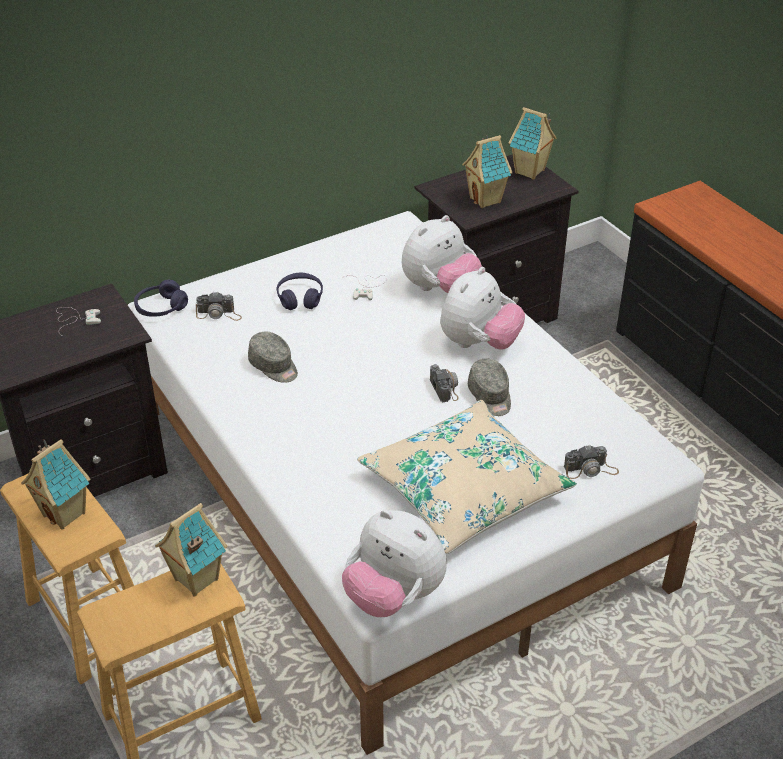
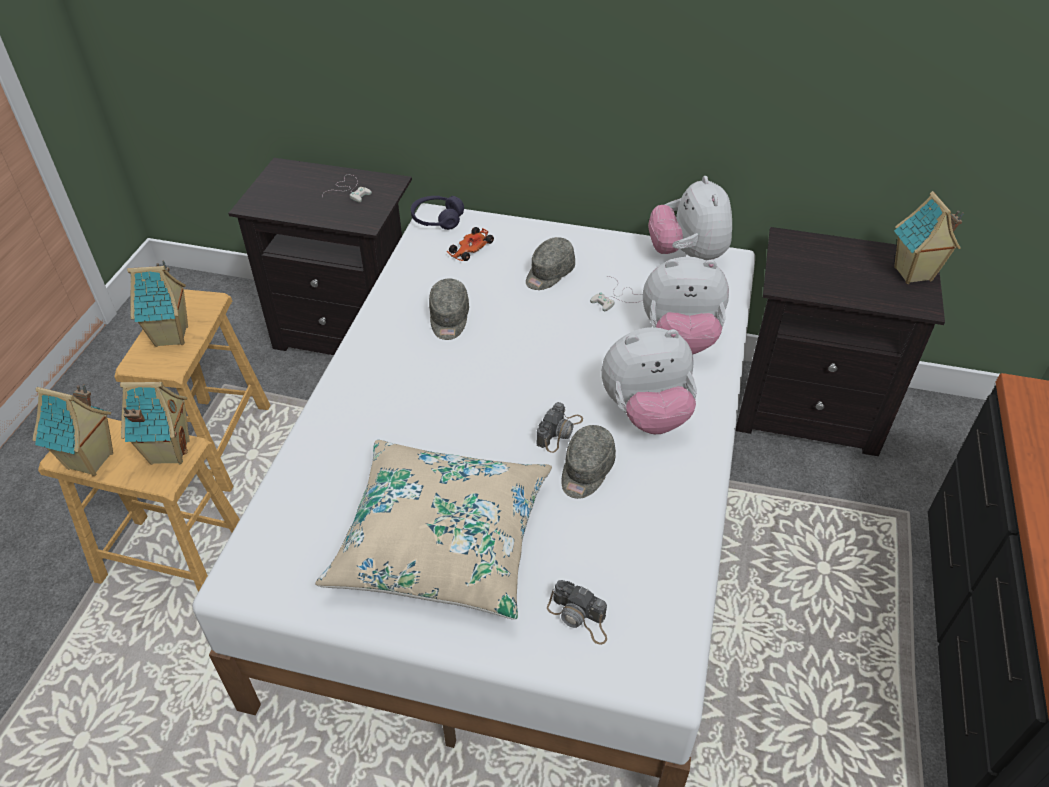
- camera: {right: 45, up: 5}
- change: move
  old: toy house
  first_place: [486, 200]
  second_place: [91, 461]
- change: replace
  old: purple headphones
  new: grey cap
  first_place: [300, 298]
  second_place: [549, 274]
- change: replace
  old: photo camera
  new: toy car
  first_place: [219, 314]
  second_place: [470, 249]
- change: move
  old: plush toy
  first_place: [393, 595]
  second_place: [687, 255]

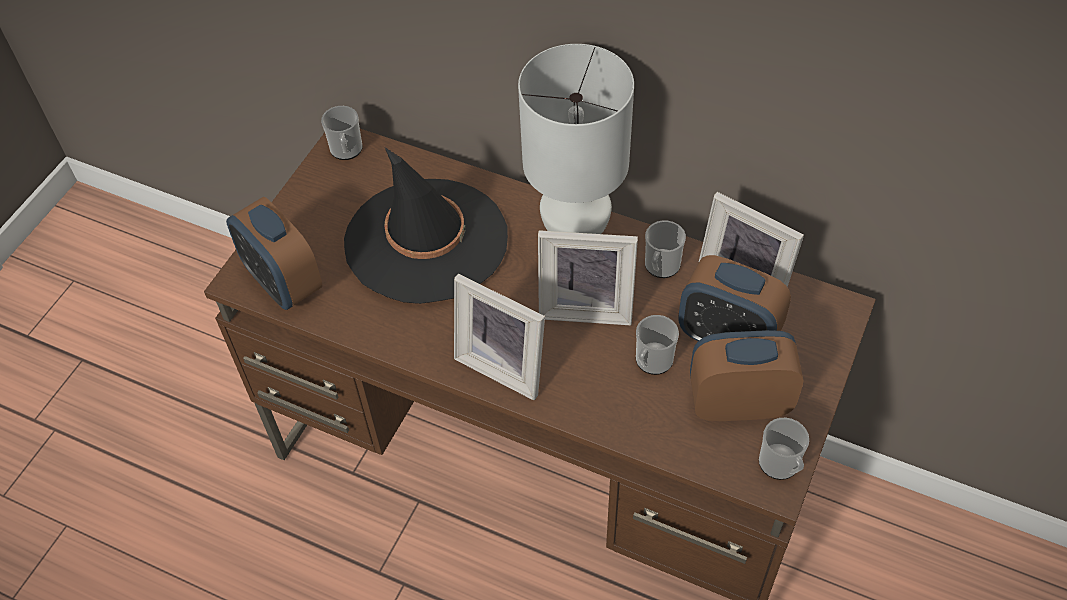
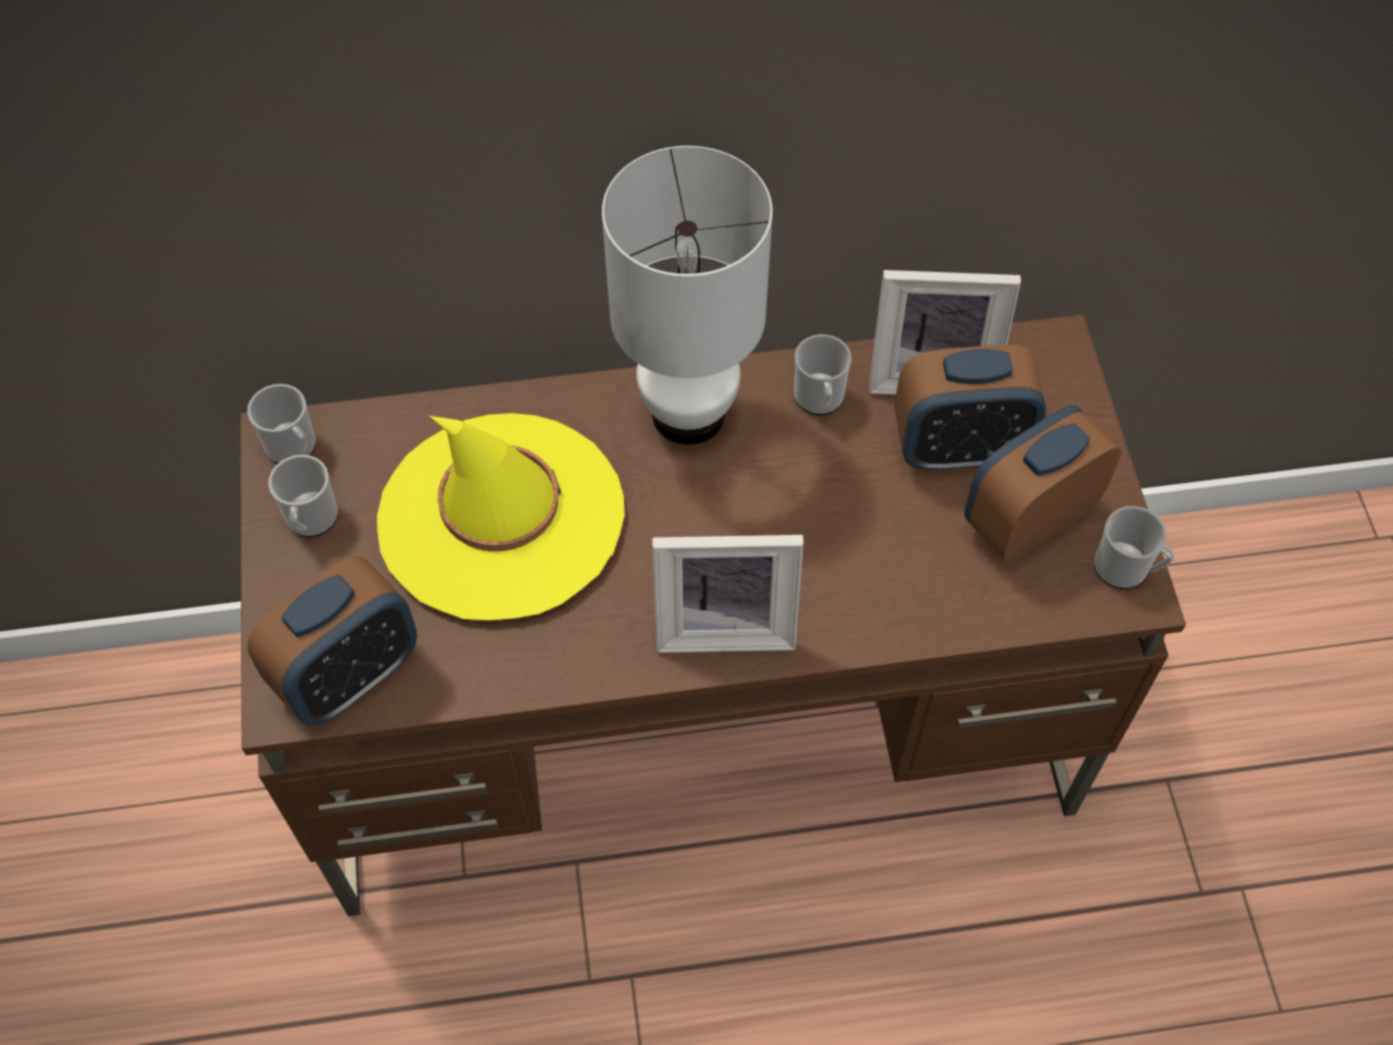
- camera: {right: -35, up: 5}
- change: recolor
  old: black hat
  new: yellow hat
  first_place: [426, 240]
  second_place: [501, 516]
- change: rotate
  old: alarm clock
  first_place: [283, 282]
  second_place: [349, 675]
  degrees: -60
- change: delete
  old: picture frame
  first_place: [586, 305]
- change: move
  old: mug
  first_place: [651, 362]
  second_place: [311, 521]

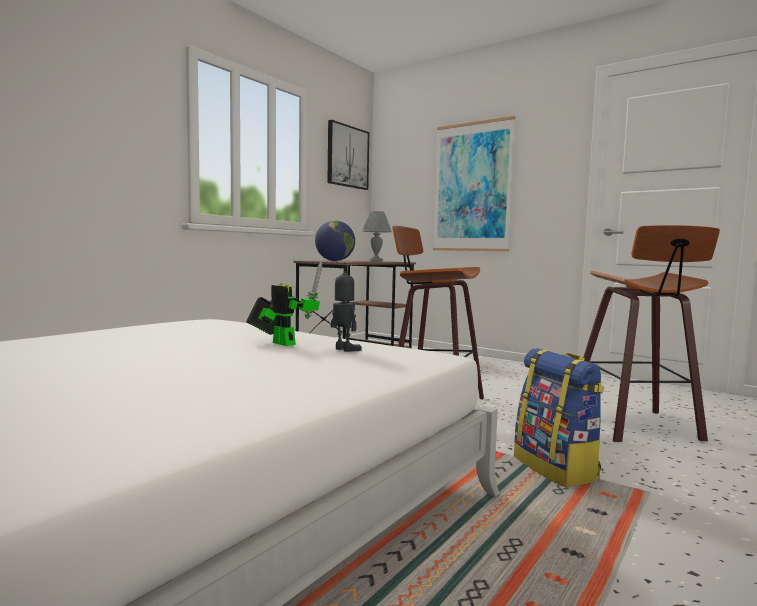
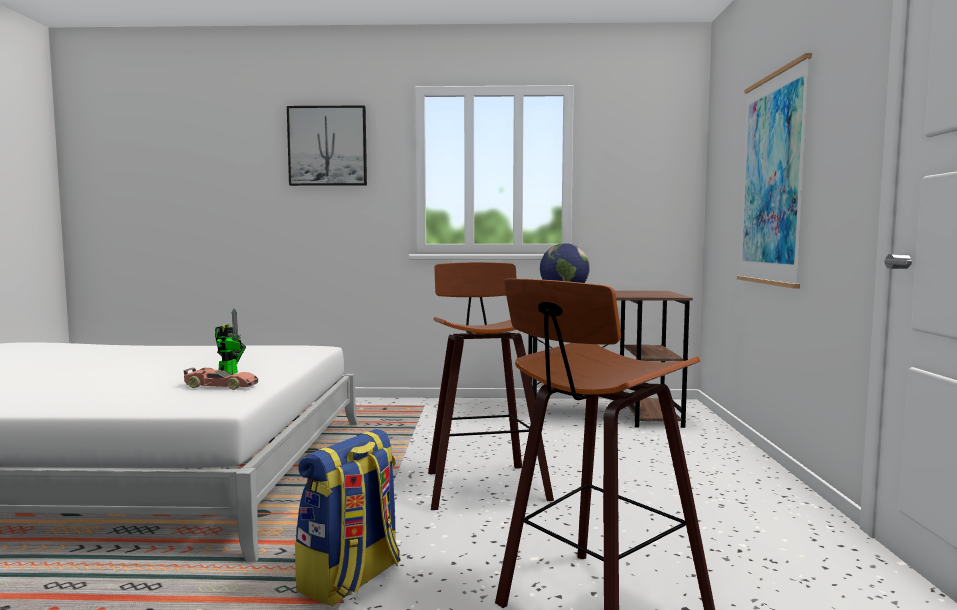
- camera: {right: 55, up: 0}
- change: move
  old: picture
  first_place: [347, 156]
  second_place: [327, 146]
- change: delete
  old: grey table lamp
  first_place: [376, 261]
- change: replace
  old: toy robot
  new: toy car
  first_place: [344, 349]
  second_place: [220, 386]

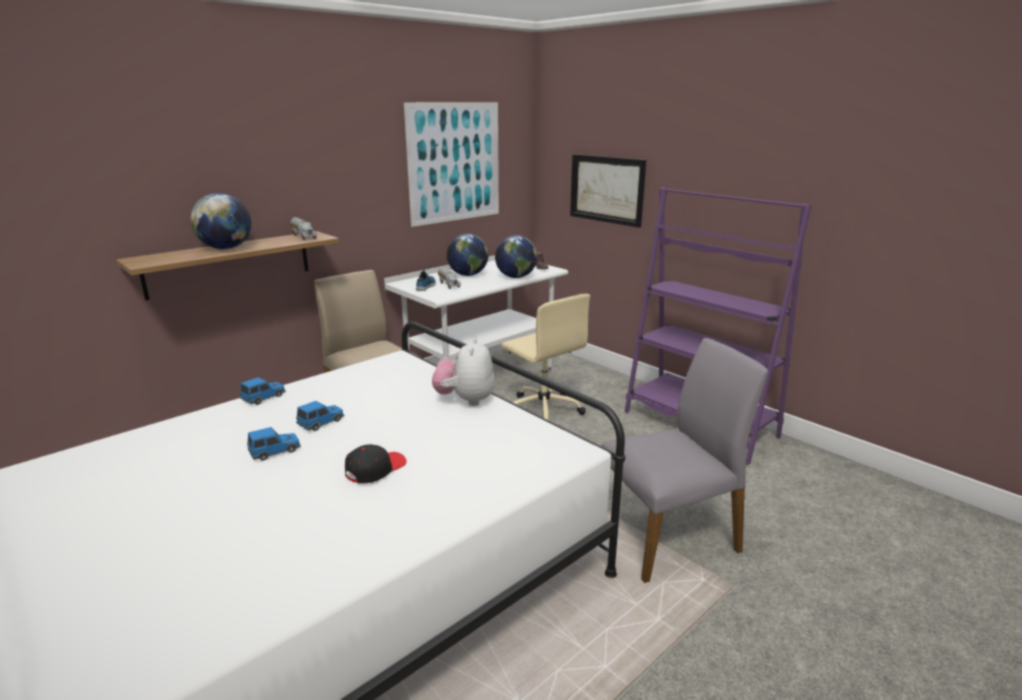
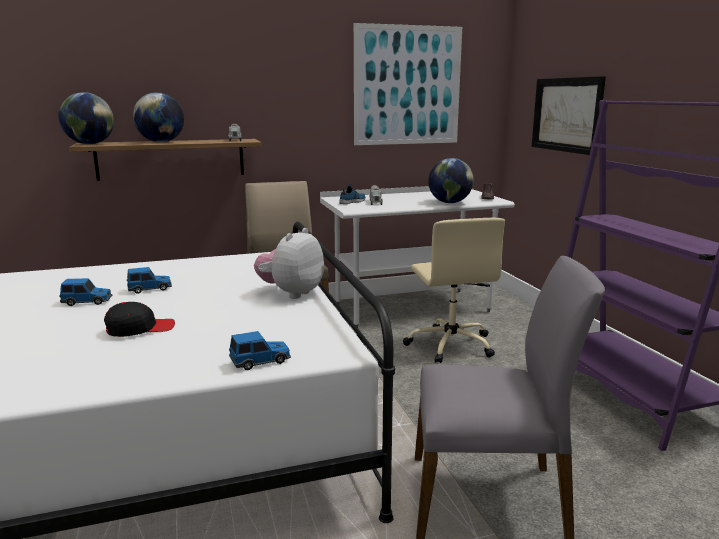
- camera: {right: 25, up: -5}
- change: move
  old: globe
  first_place: [468, 275]
  second_place: [90, 144]
- change: move
  old: toy car
  first_place: [264, 398]
  second_place: [260, 361]

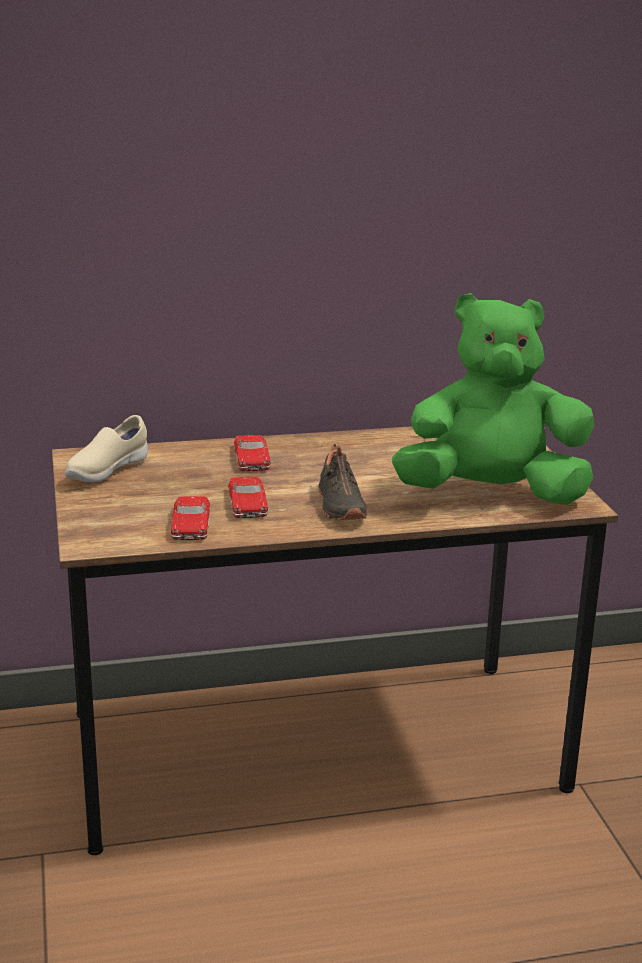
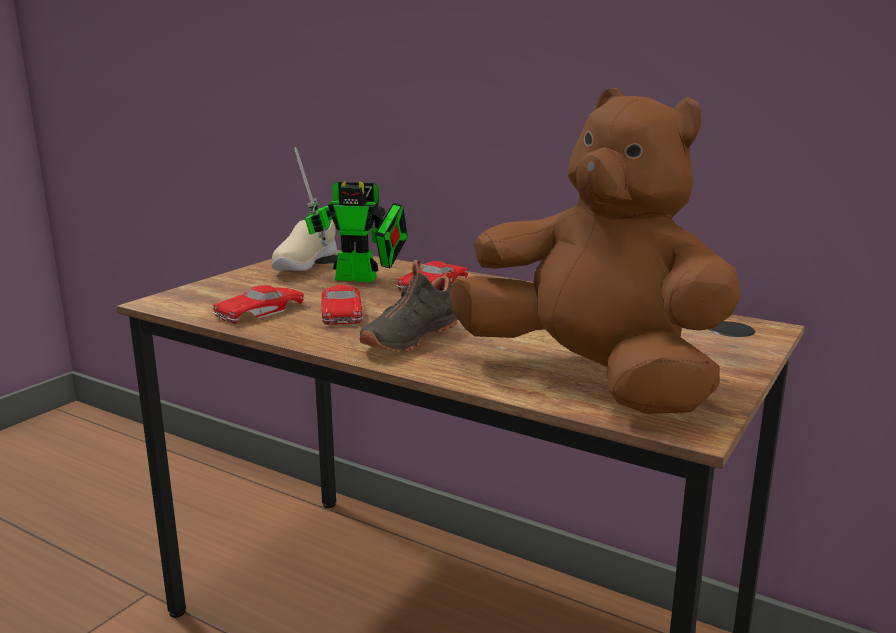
- camera: {right: 45, up: -5}
- change: recolor
  old: green plush toy
  new: brown plush toy
  first_place: [491, 494]
  second_place: [592, 378]
- change: rotate
  old: beige shoe
  first_place: [106, 471]
  second_place: [304, 264]
  degrees: -60
- change: rotate
  old: red toy car
  first_place: [247, 502]
  second_place: [341, 311]
  degrees: -45
- change: insert
  new: toy robot
  second_place: [362, 279]

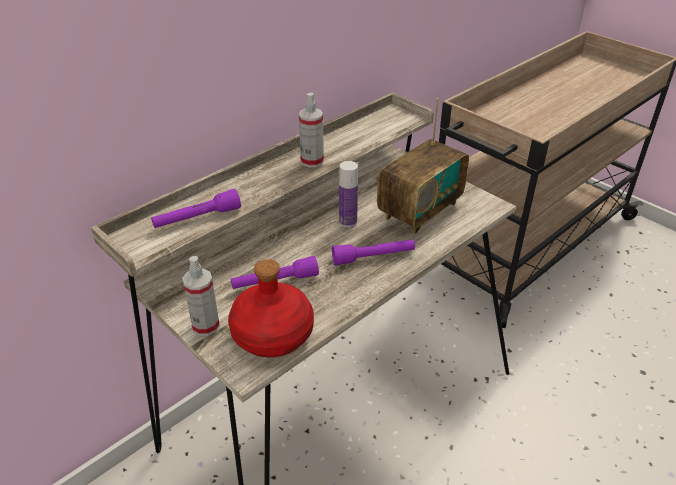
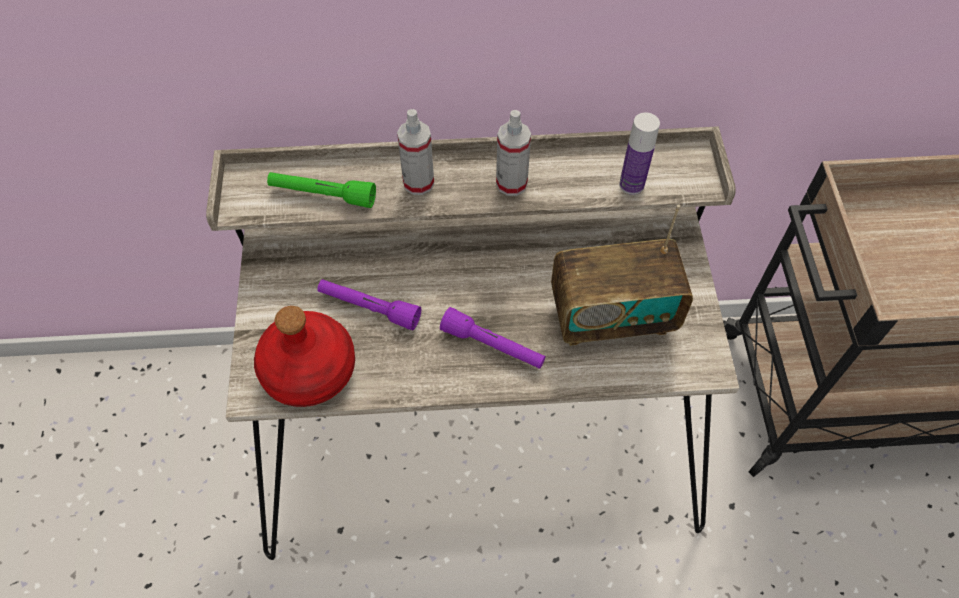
- camera: {right: 40, up: 20}
- change: move
  old: bottle
  first_place: [348, 221]
  second_place: [631, 185]
- change: recolor
  old: purple flashlight
  new: green flashlight
  first_place: [197, 218]
  second_place: [322, 195]
- change: move
  old: spray bottle
  first_place: [205, 326]
  second_place: [418, 183]

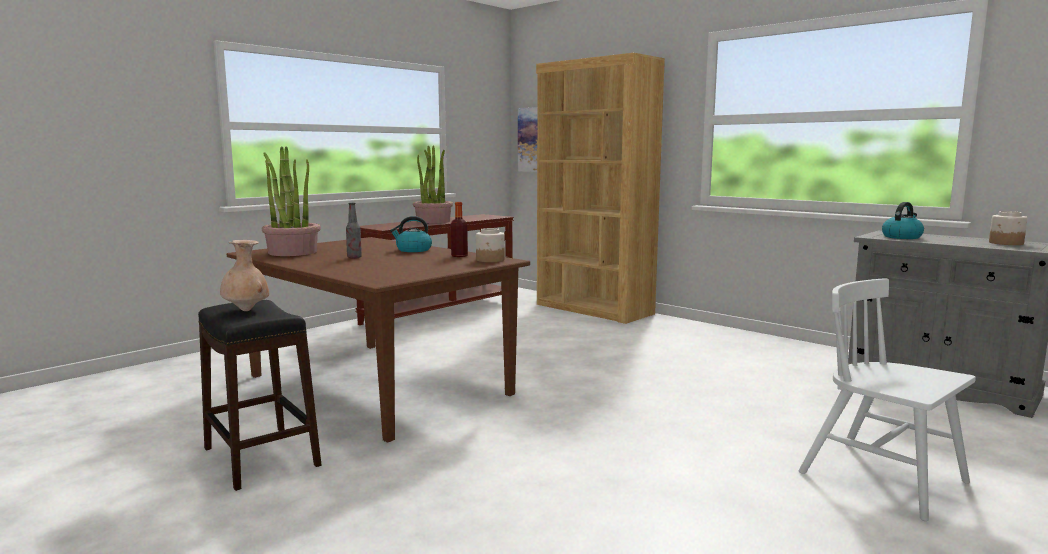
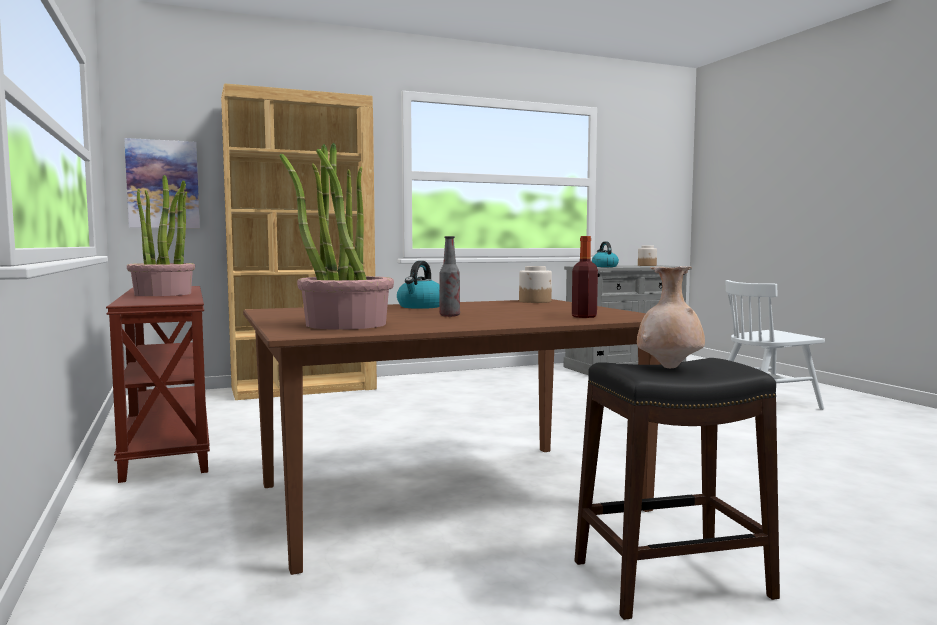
- camera: {right: -65, up: -5}
- change: move
  old: bottle
  first_place: [459, 256]
  second_place: [584, 316]

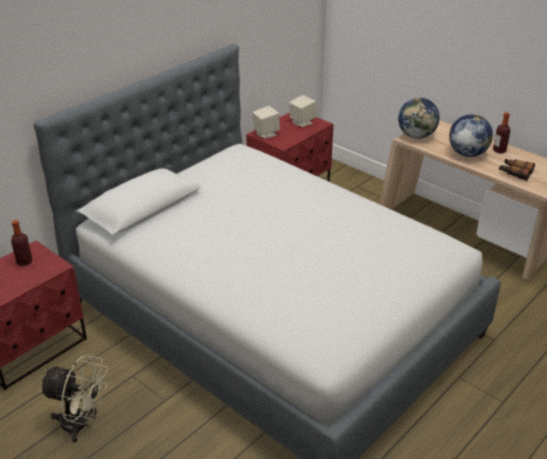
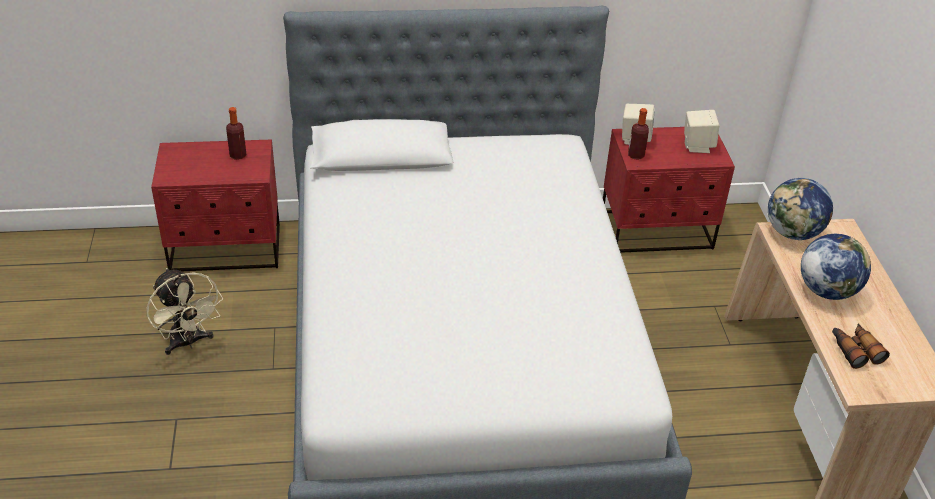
- camera: {right: 40, up: 5}
- change: move
  old: bottle
  first_place: [499, 151]
  second_place: [636, 155]

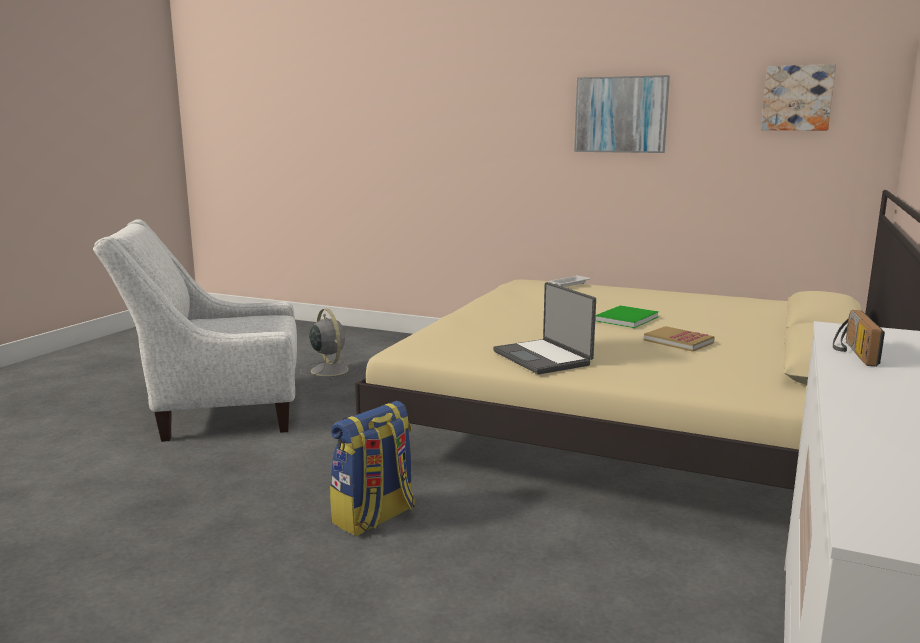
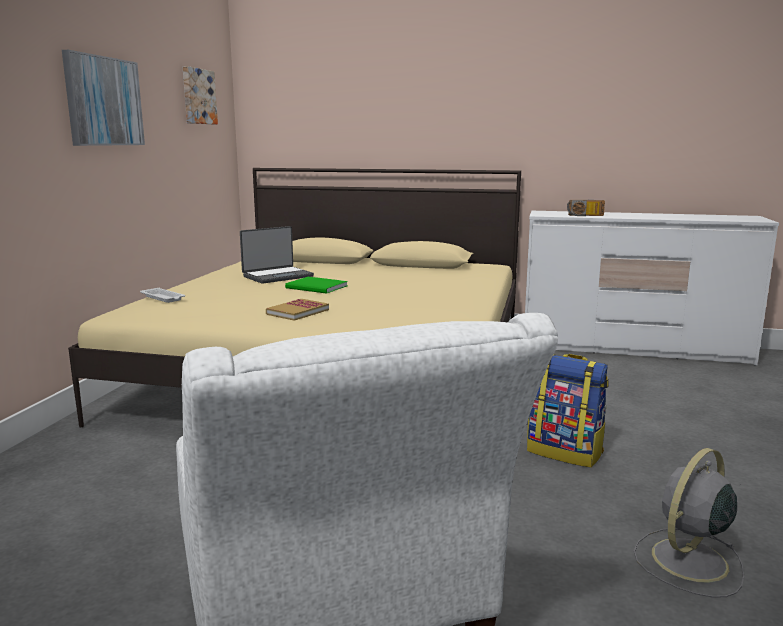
- camera: {right: -100, up: 0}
- change: move
  old: laptop
  first_place: [543, 358]
  second_place: [277, 276]
- change: move
  old: grey fan
  first_place: [329, 370]
  second_place: [687, 561]
- change: move
  old: book
  first_place: [678, 341]
  second_place: [297, 312]

